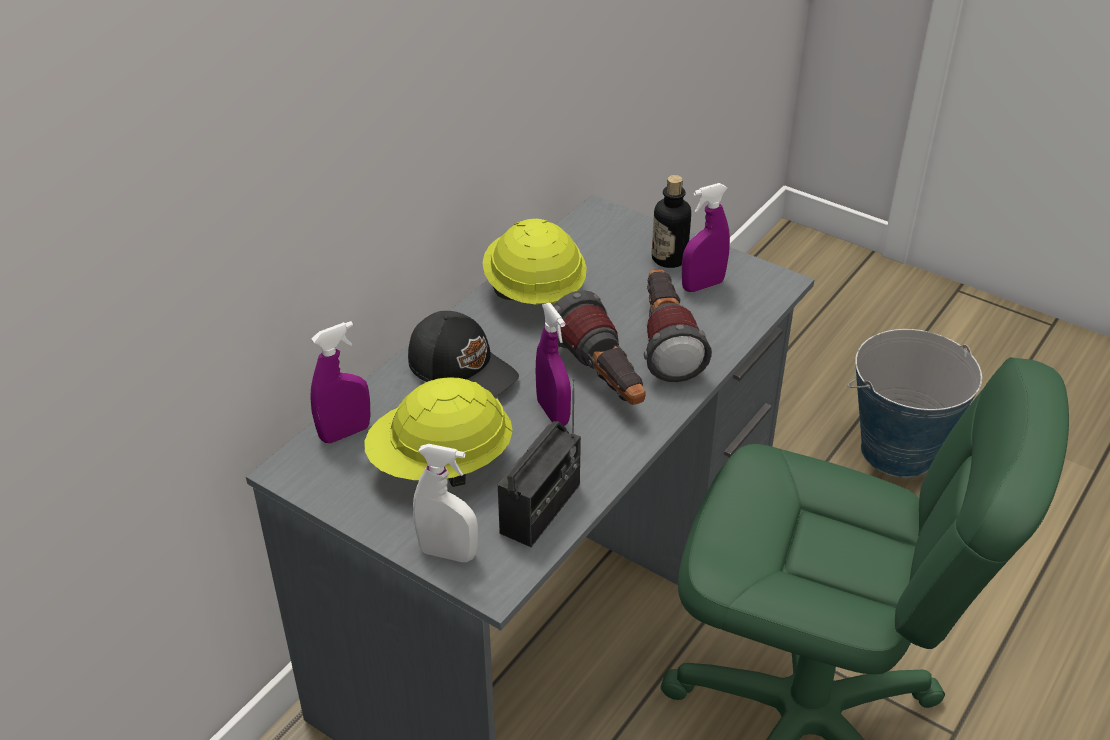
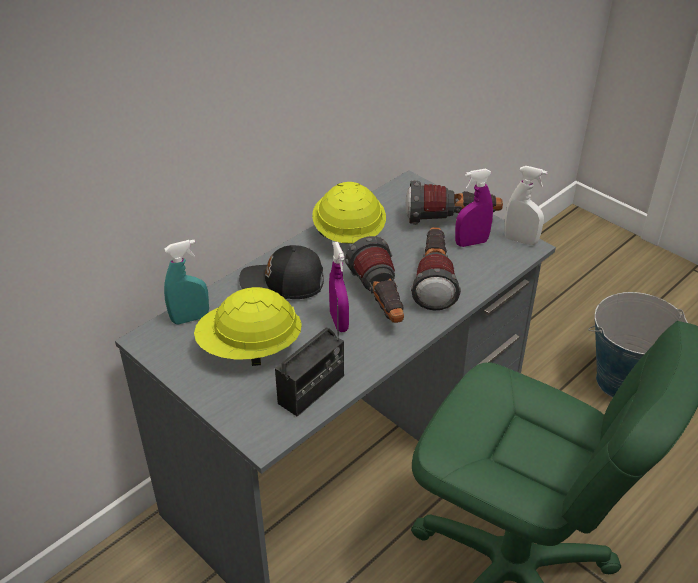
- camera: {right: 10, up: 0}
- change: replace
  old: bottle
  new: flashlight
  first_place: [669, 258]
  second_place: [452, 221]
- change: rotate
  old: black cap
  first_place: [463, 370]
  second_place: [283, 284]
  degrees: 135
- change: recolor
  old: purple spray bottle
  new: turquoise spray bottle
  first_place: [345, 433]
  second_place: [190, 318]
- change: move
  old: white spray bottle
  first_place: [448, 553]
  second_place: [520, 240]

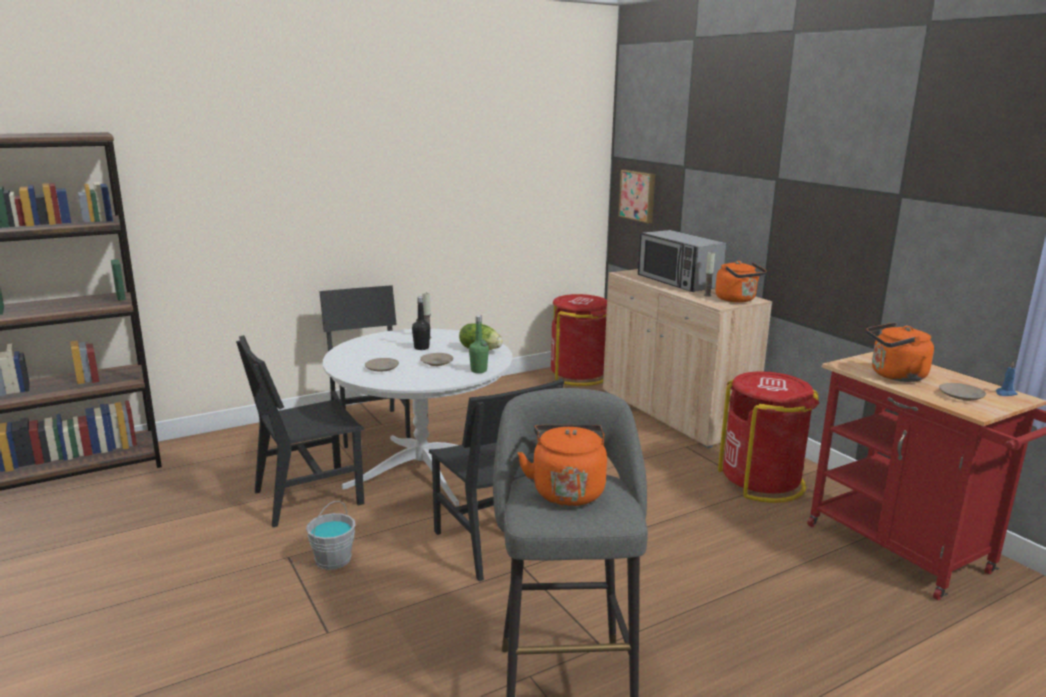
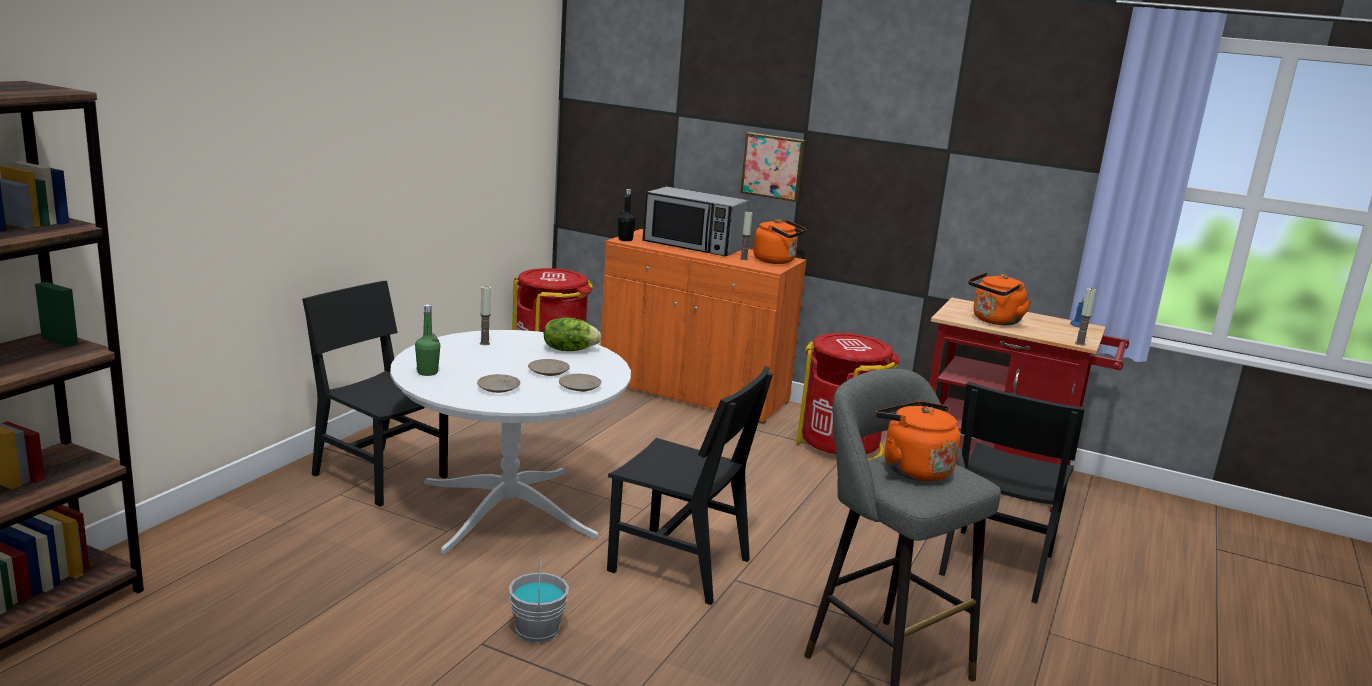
- camera: {right: -35, up: 0}
- change: move
  old: picture
  first_place: [638, 195]
  second_place: [773, 166]
- change: recolor
  old: beige cabinet
  new: orange cabinet
  first_place: [674, 412]
  second_place: [693, 393]
- change: move
  old: black bottle
  first_place: [421, 348]
  second_place: [625, 239]
- change: move
  old: green bottle
  first_place: [478, 370]
  second_place: [427, 372]
- change: move
  old: black chair
  first_place: [308, 497]
  second_place: [996, 564]
- change: move
  old: beige plate
  first_place: [961, 396]
  second_place: [580, 387]
- change: insert
  new: candle
  second_place: [1080, 343]

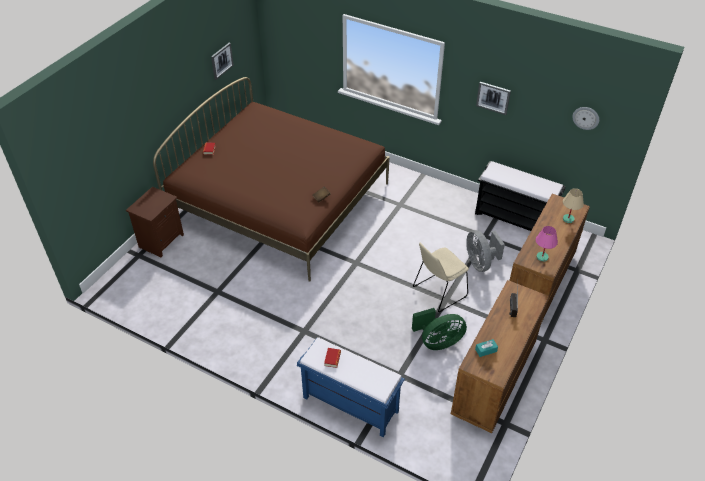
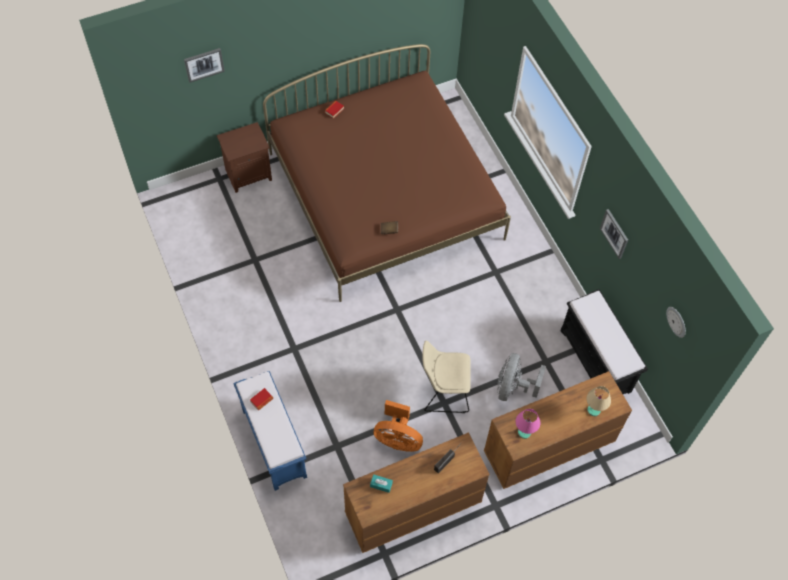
- camera: {right: 35, up: 15}
- change: move
  old: picture
  first_place: [221, 60]
  second_place: [204, 64]
- change: recolor
  old: green fan
  new: orange fan
  first_place: [438, 342]
  second_place: [397, 439]

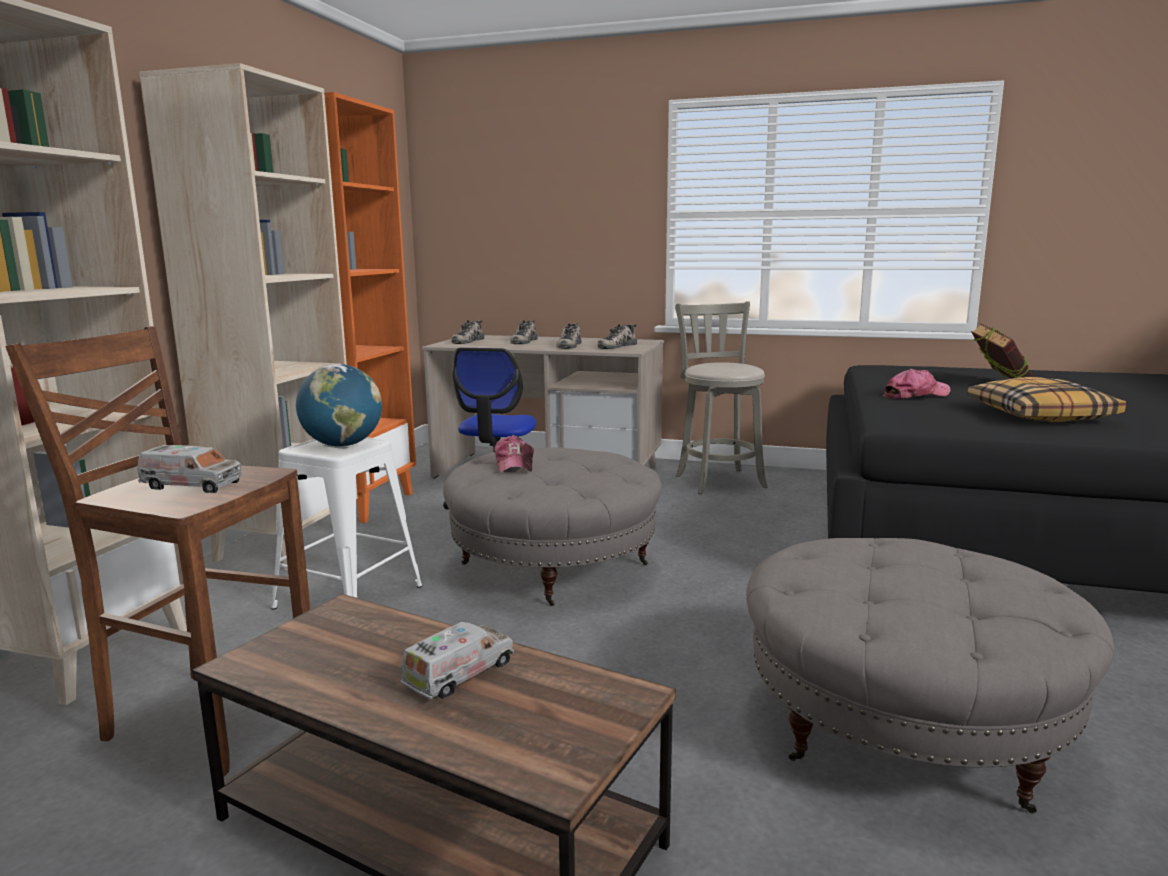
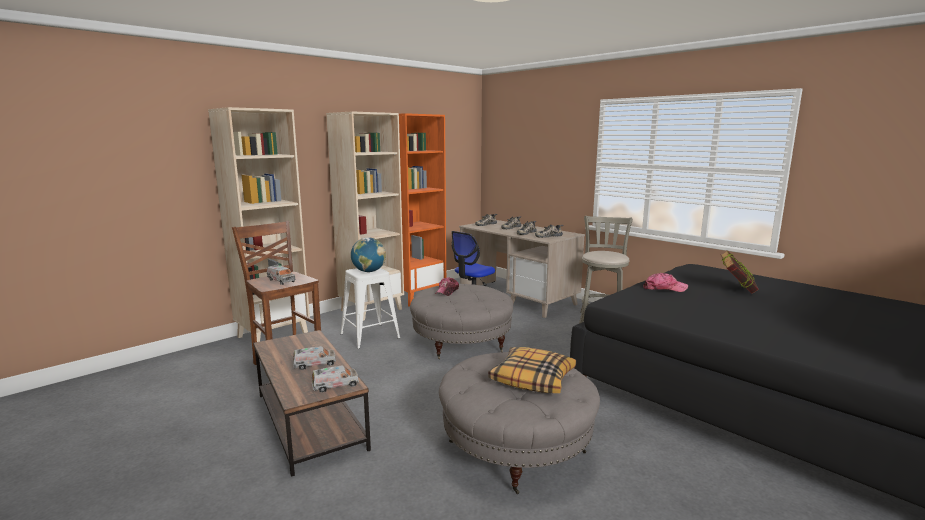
- camera: {right: 30, up: 0}
- change: move
  old: pillow
  first_place: [1039, 415]
  second_place: [533, 378]
- change: insert
  new: toy truck
  second_place: [335, 385]

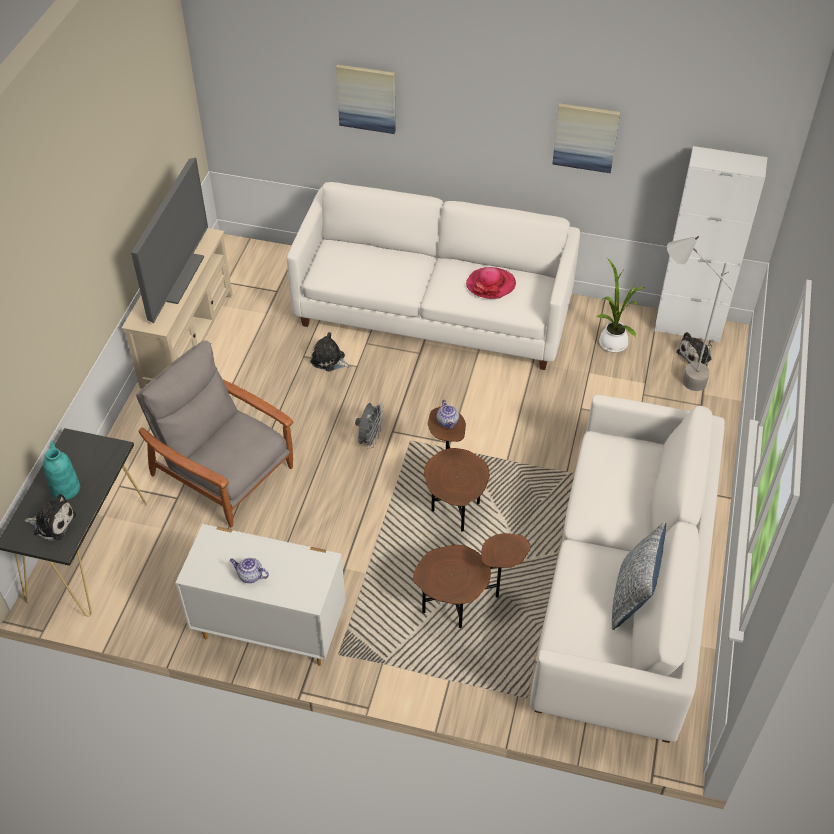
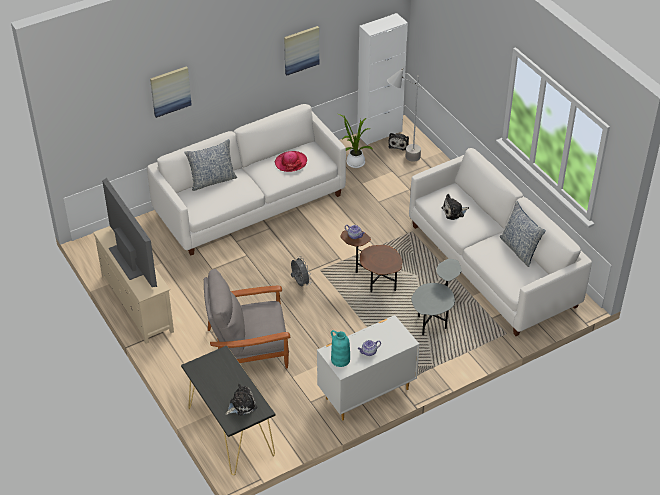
- camera: {right: -45, up: -5}
- change: move
  old: plush toy
  first_place: [329, 360]
  second_place: [454, 212]
- change: move
  old: turquoise vase
  first_place: [65, 488]
  second_place: [340, 360]
- change: recolor
  old: brown side table
  new: grey side table
  first_place: [464, 603]
  second_place: [435, 318]
- change: insert
  new: pillow
  second_place: [212, 180]

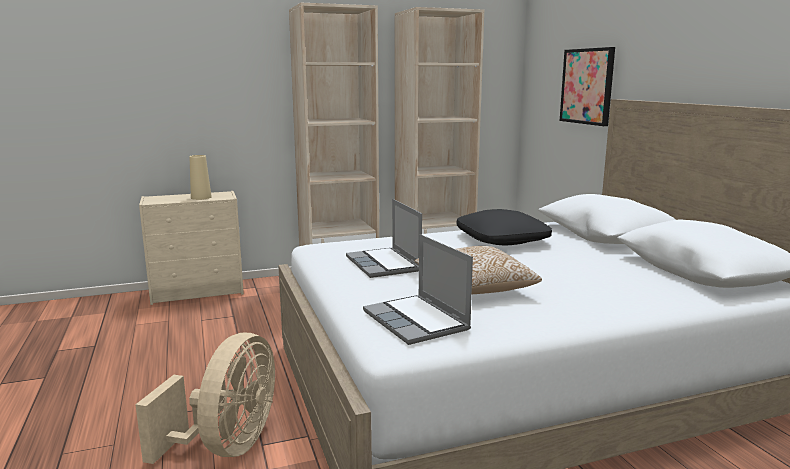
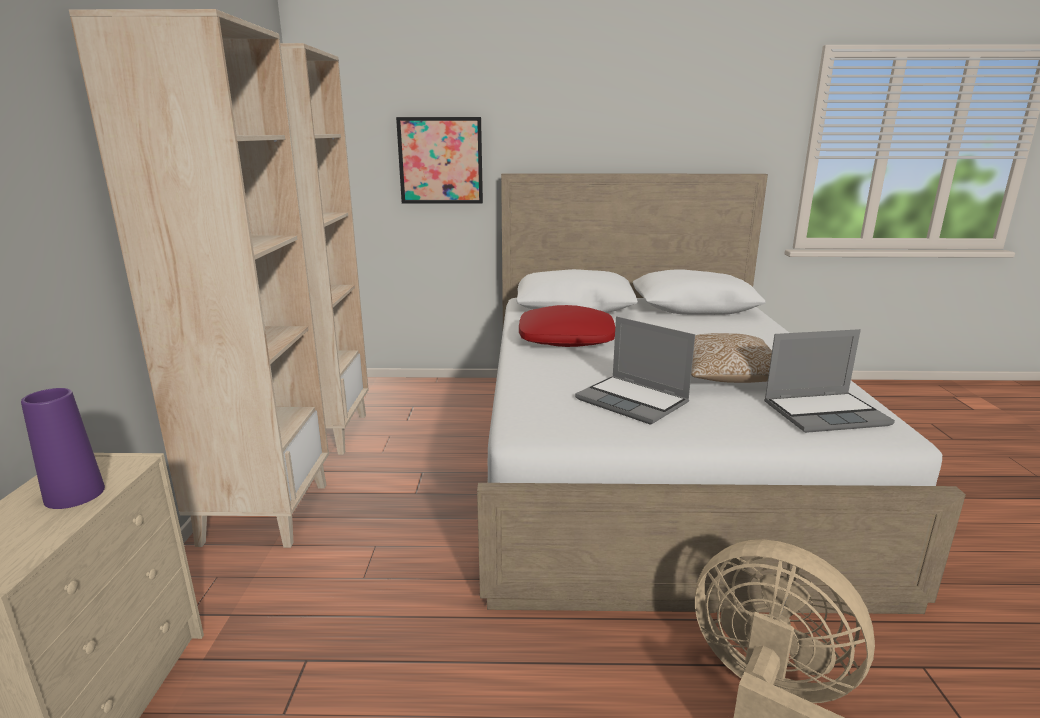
- camera: {right: -70, up: 5}
- change: recolor
  old: beige vase
  new: purple vase
  first_place: [201, 197]
  second_place: [74, 494]
- change: rotate
  old: laptop
  first_place: [384, 264]
  second_place: [633, 401]
  degrees: 45
- change: recolor
  old: black pillow
  new: red pillow
  first_place: [502, 239]
  second_place: [566, 339]

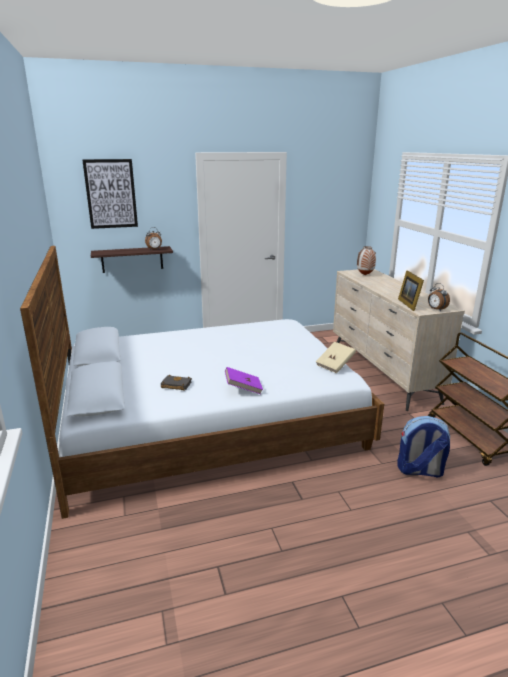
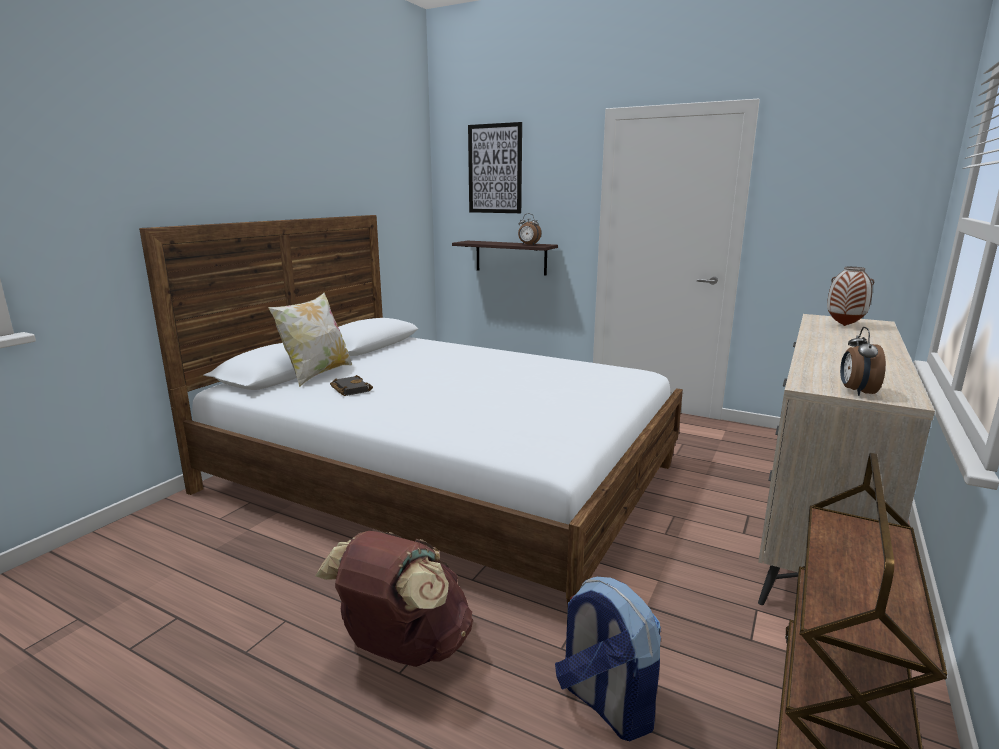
- camera: {right: 45, up: -5}
- change: delete
  old: picture frame
  first_place: [410, 304]
- change: delete
  old: beige book
  first_place: [335, 365]
- change: delete
  old: purple book
  first_place: [243, 389]
- change: insert
  new: pillow
  second_place: [316, 374]
- change: insert
  new: brown backpack
  second_place: [403, 649]

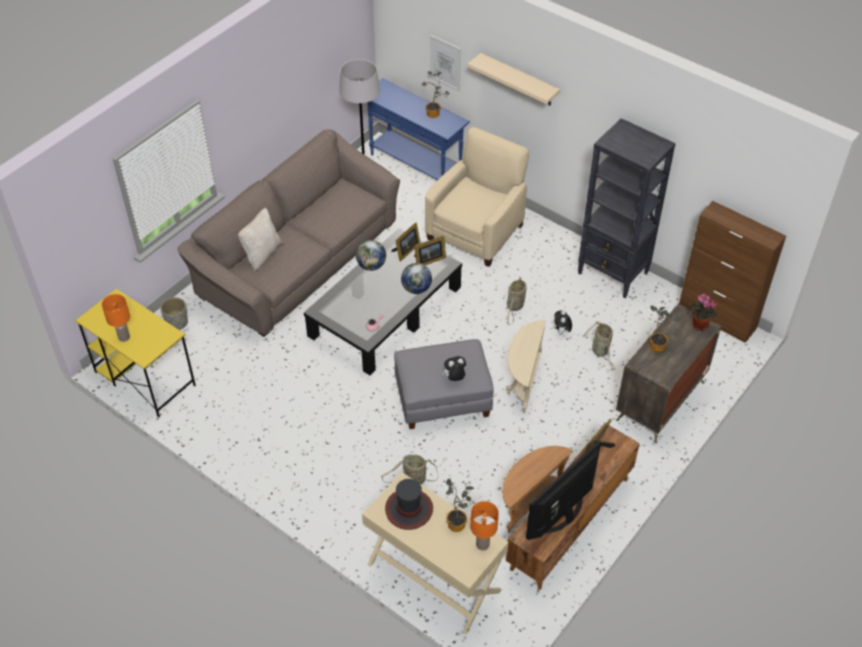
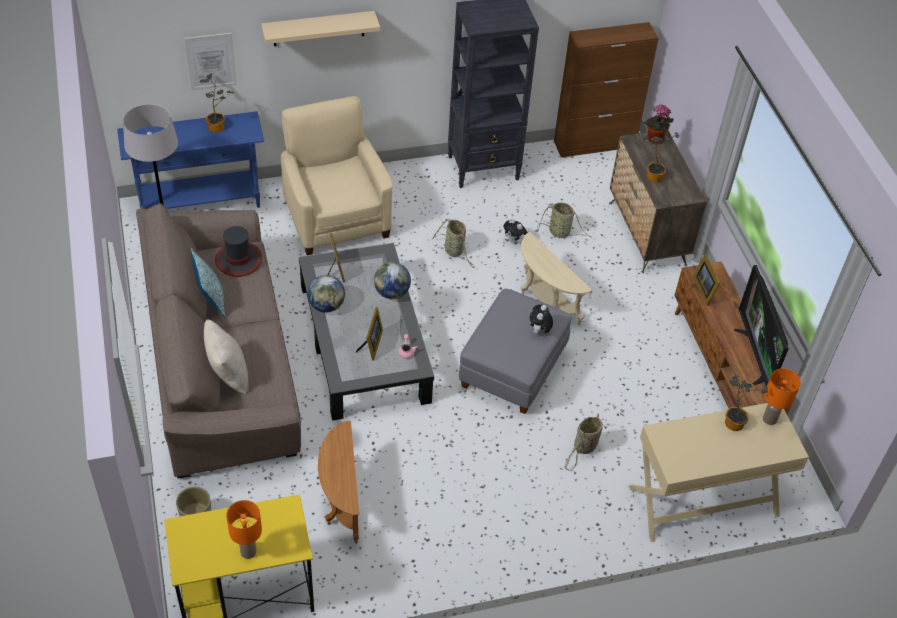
- camera: {right: -55, up: 0}
- change: move
  old: picture frame
  first_place: [428, 260]
  second_place: [372, 345]
- change: move
  old: brown side table
  first_place: [529, 501]
  second_place: [341, 502]
- change: move
  old: hat
  first_place: [409, 509]
  second_place: [238, 260]
- change: insert
  new: pillow
  second_place: [211, 299]

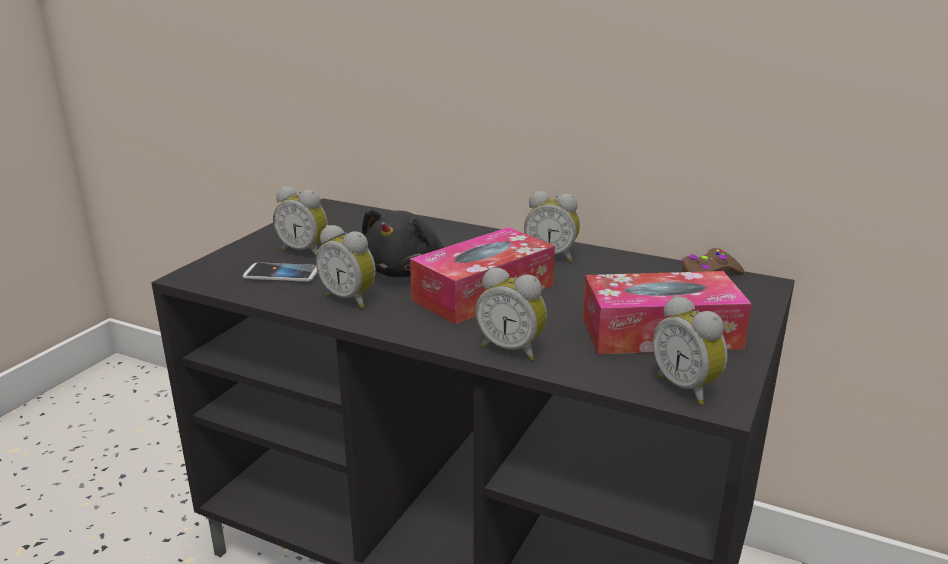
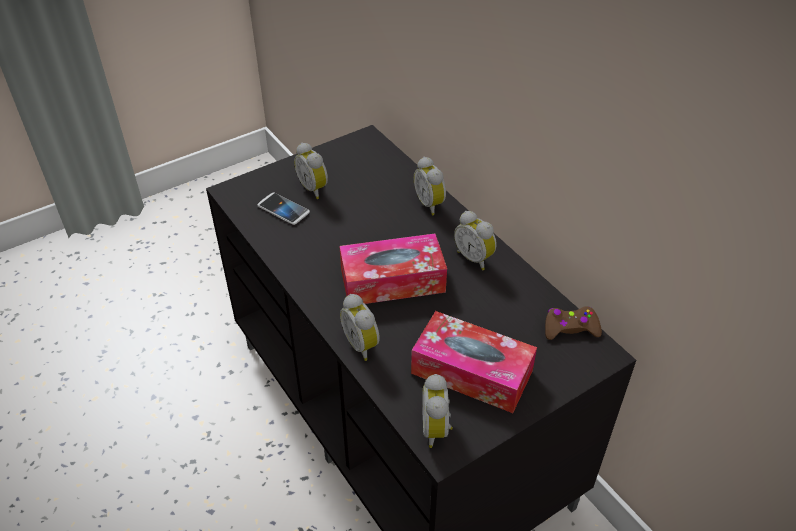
- camera: {right: 30, up: 20}
- change: delete
  old: black plush toy
  first_place: [405, 271]
- change: move
  old: alarm clock
  first_place: [350, 298]
  second_place: [431, 204]

